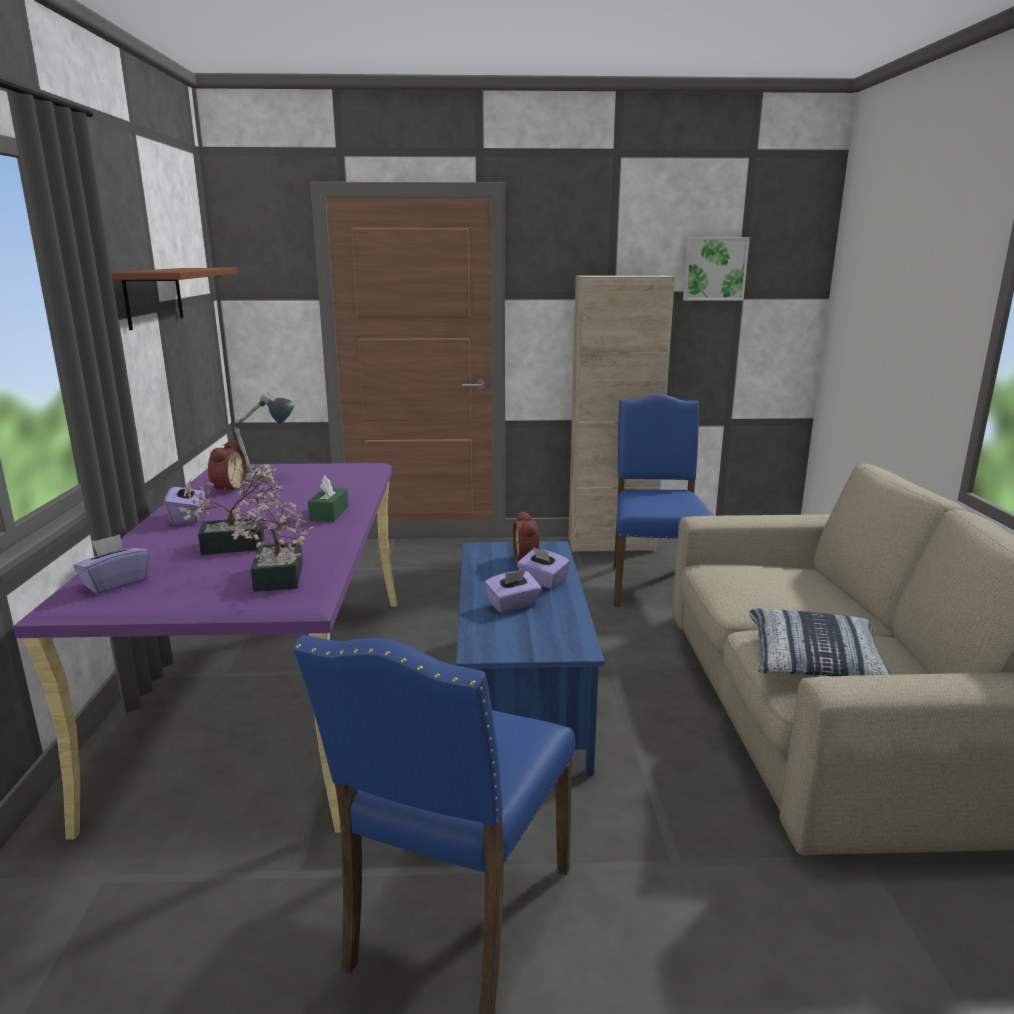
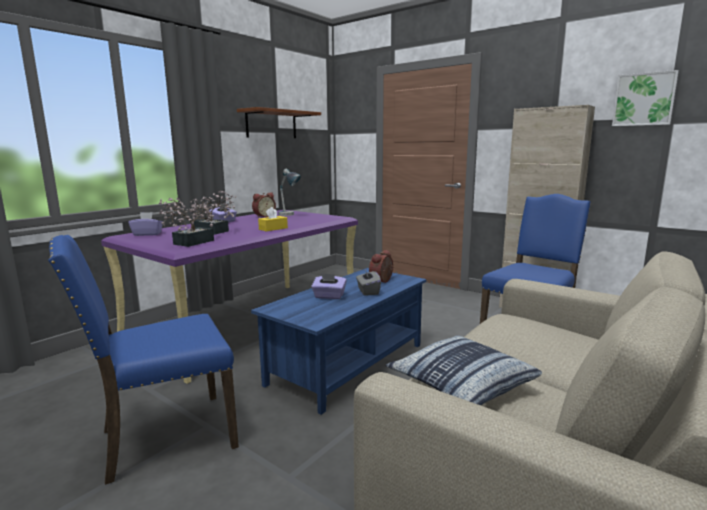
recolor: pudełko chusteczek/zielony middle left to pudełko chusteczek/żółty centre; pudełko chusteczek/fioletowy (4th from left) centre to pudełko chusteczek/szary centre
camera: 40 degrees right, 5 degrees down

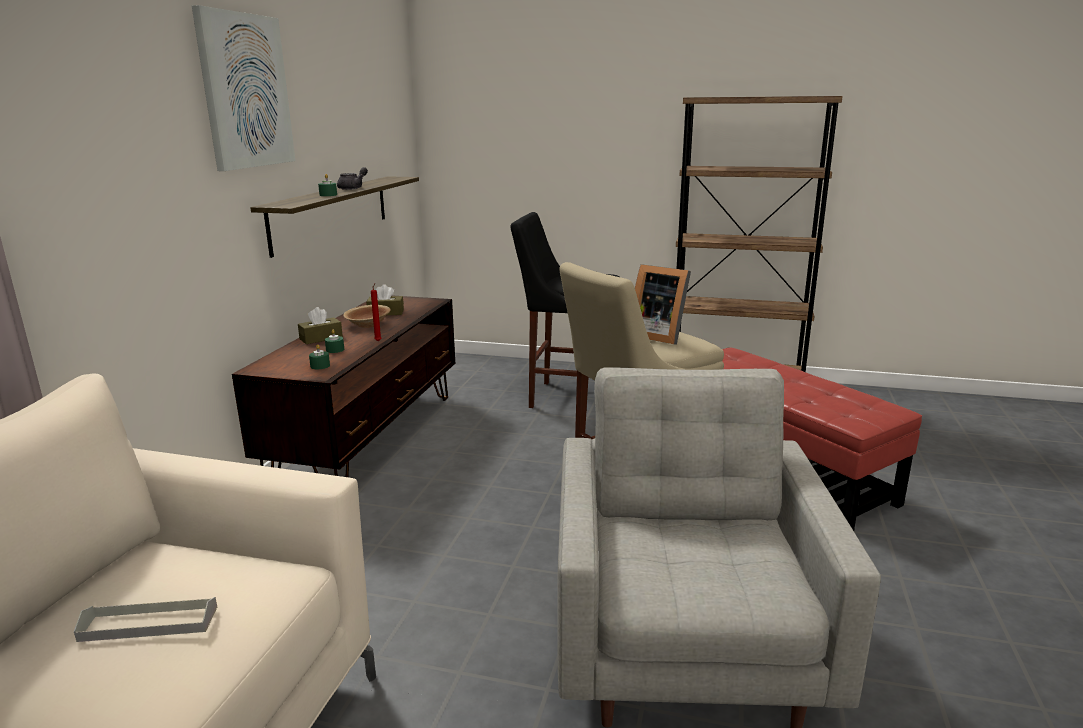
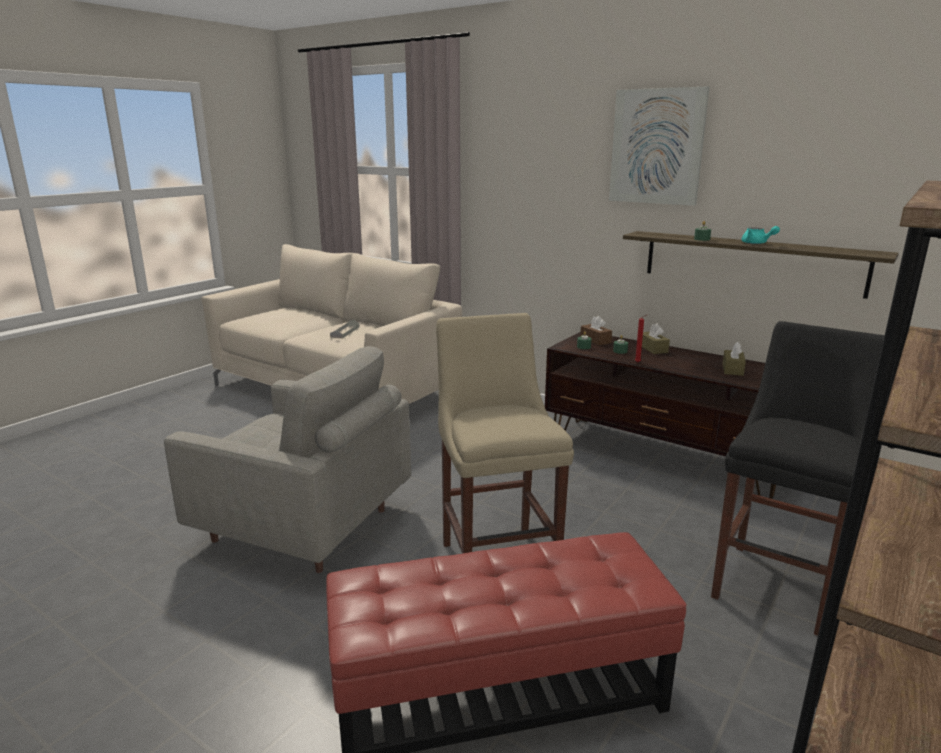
delete: miska/brązowy centre; ramka na zdjęcie centre
insert: pudełko chusteczek/brązowy (1st from left) centre
recolor: imbryk/szary top left to imbryk/turkusowy top right
camera: 110 degrees right, 0 degrees up

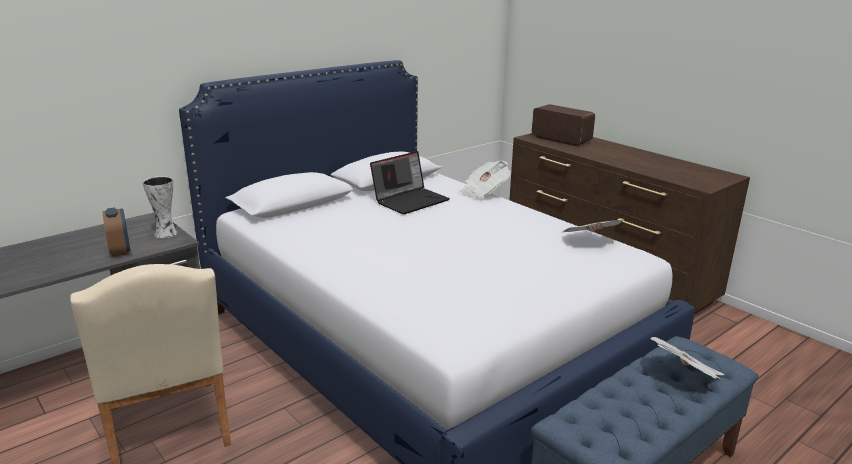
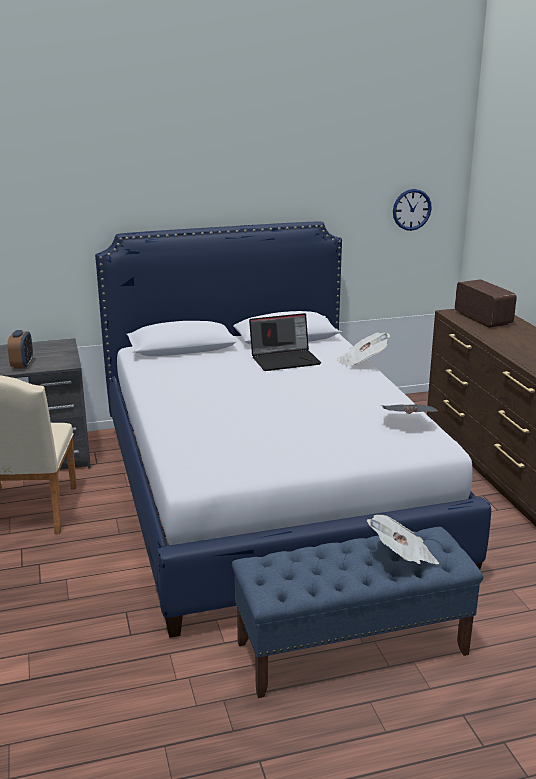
delete: wazon middle left
insert: zegar ścienny top right
camera: 25 degrees right, 0 degrees up

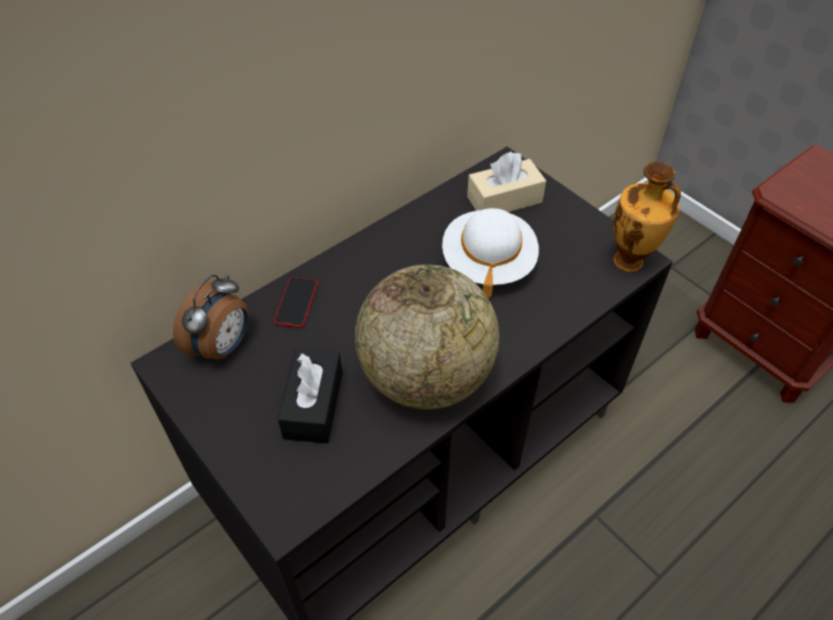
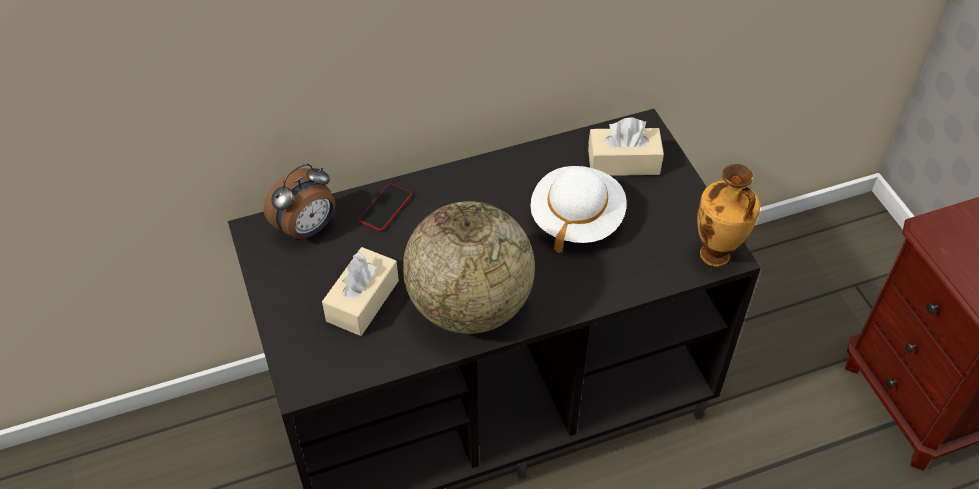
recolor: pudełko chusteczek/czarny centre to pudełko chusteczek/beżowy (1st from left) centre
camera: 20 degrees right, 0 degrees up

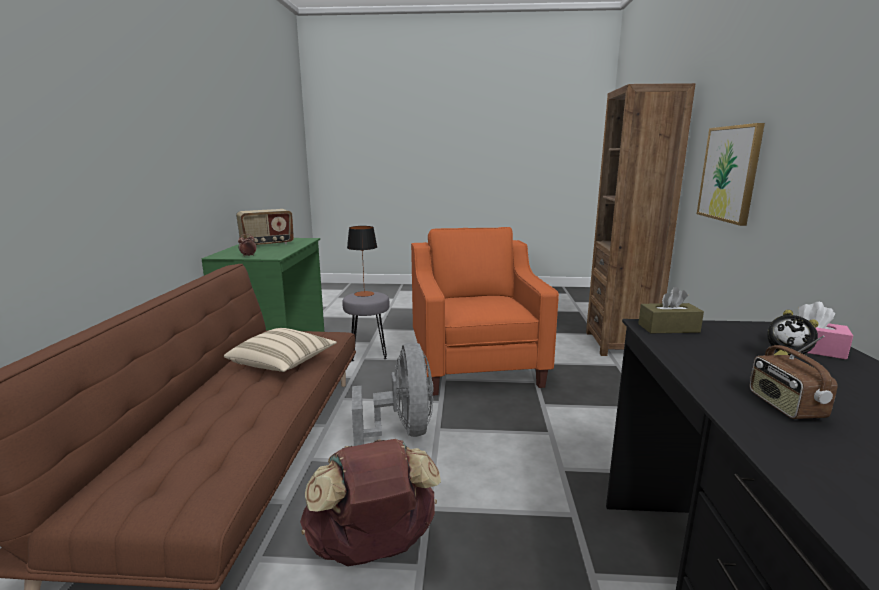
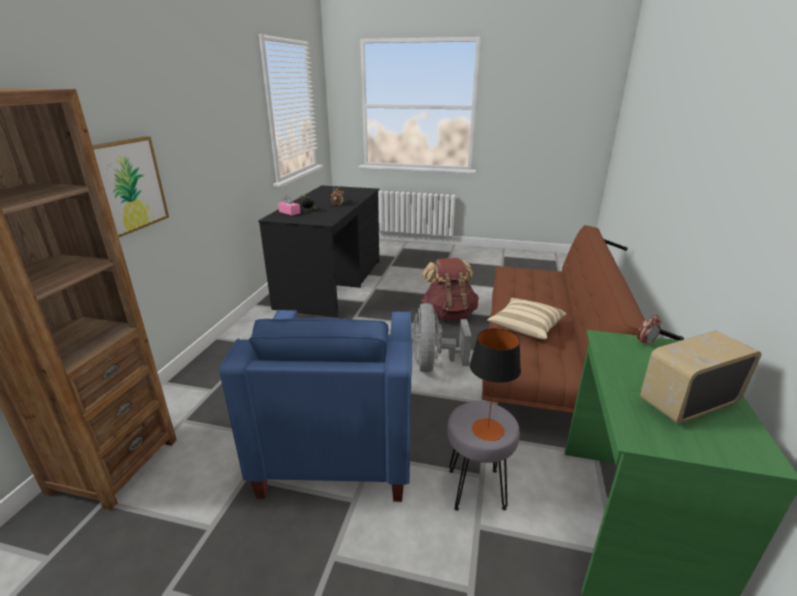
delete: pudełko chusteczek/brązowy middle right
recolor: fotel/pomarańczowy centre to fotel/niebieski bottom centre
camera: 170 degrees left, 10 degrees up

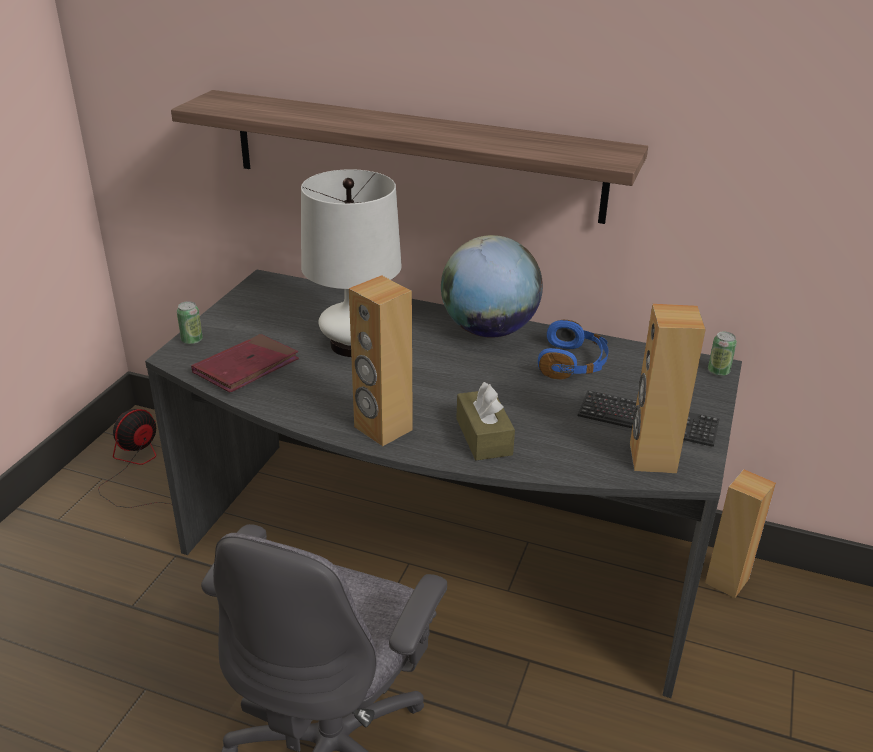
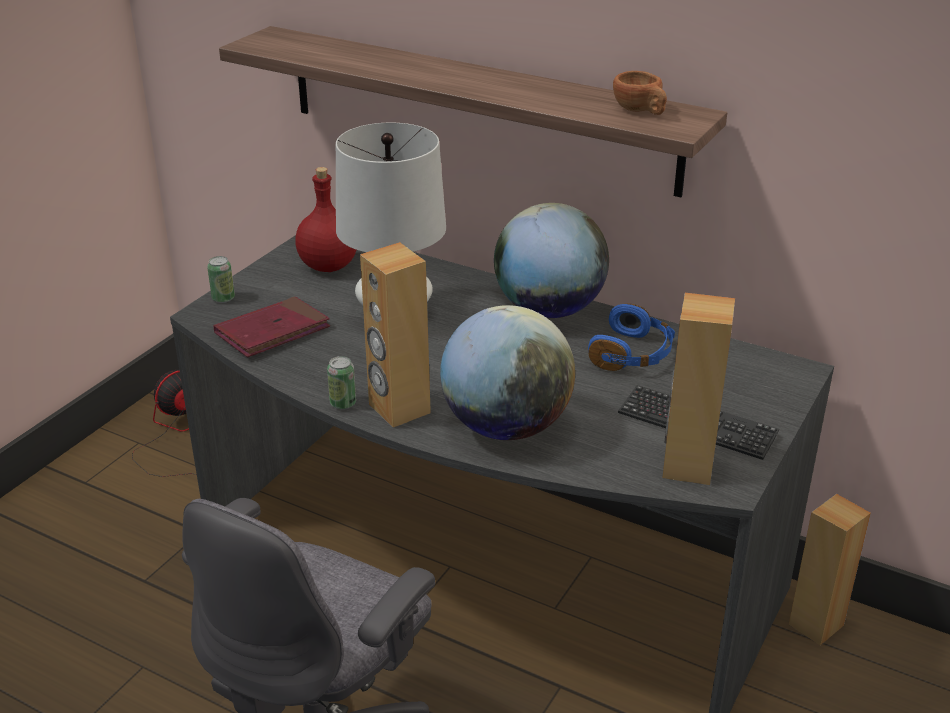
insert: butelka/czerwony top centre; filiżanka/brązowy top right
move: puszka (2nd from left) middle right to centre
replace: pudełko chusteczek/brązowy centre to globus (1st from left) centre
camera: 10 degrees right, 0 degrees up

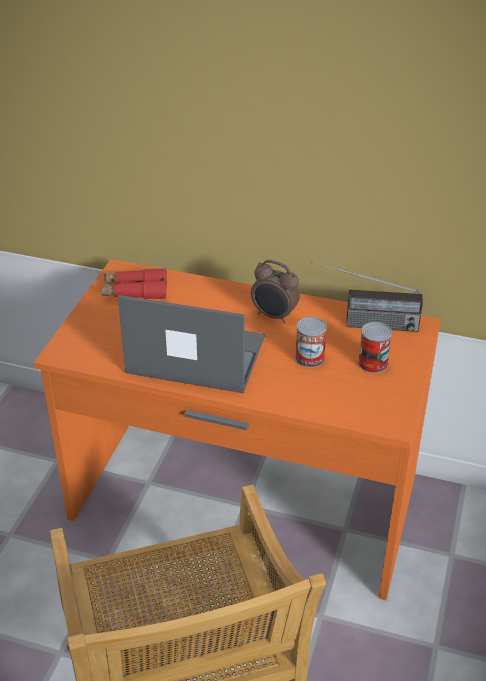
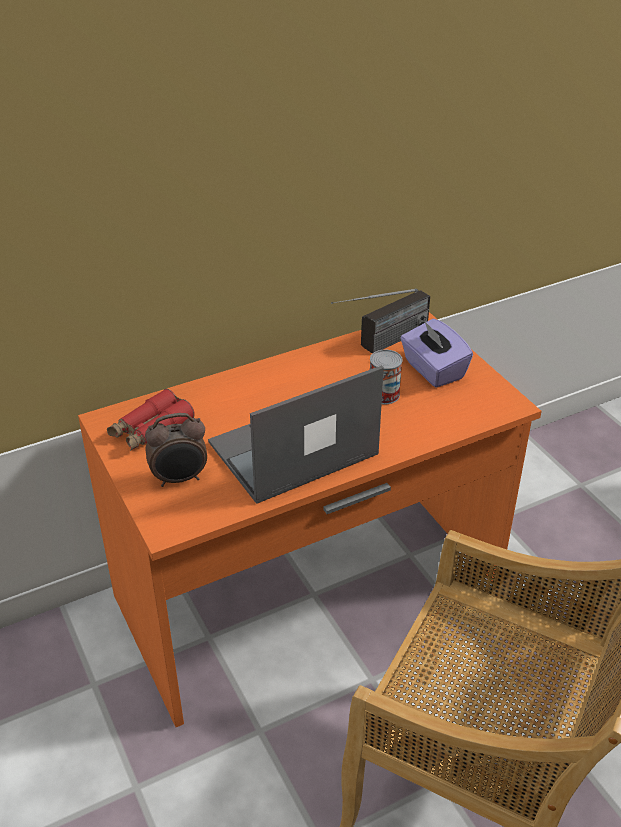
move: budzik centre to middle left
replace: puszka (2nd from left) middle right to pudełko chusteczek/fioletowy middle right
camera: 45 degrees left, 0 degrees up

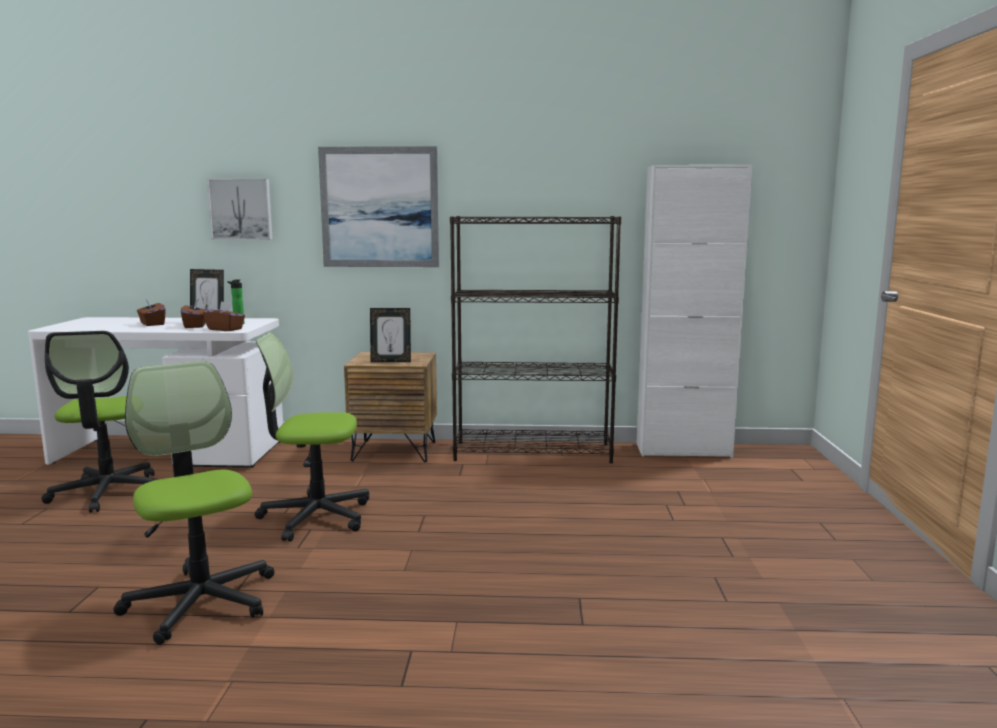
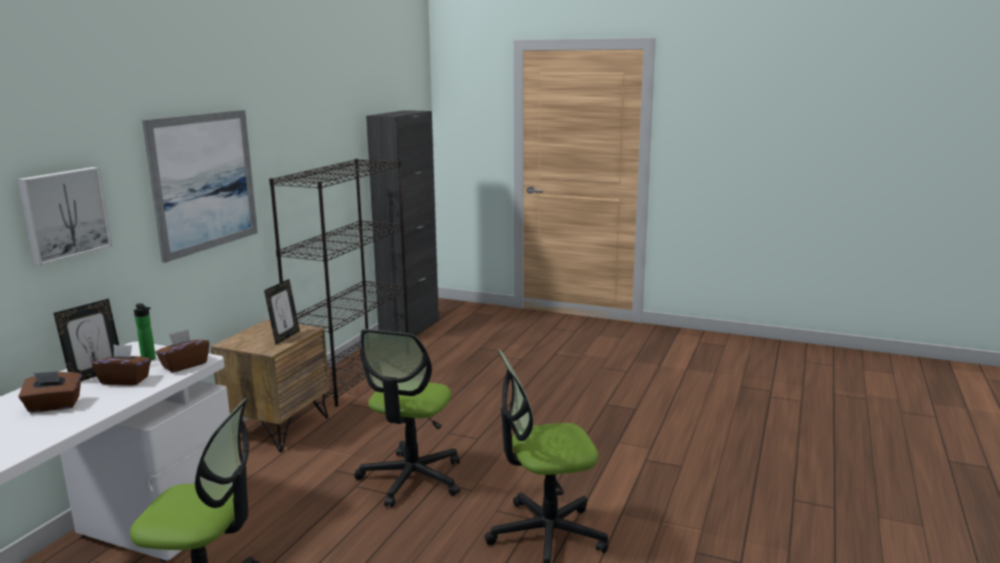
recolor: szafka/biały middle right to szafka/czarny centre
camera: 70 degrees left, 5 degrees up

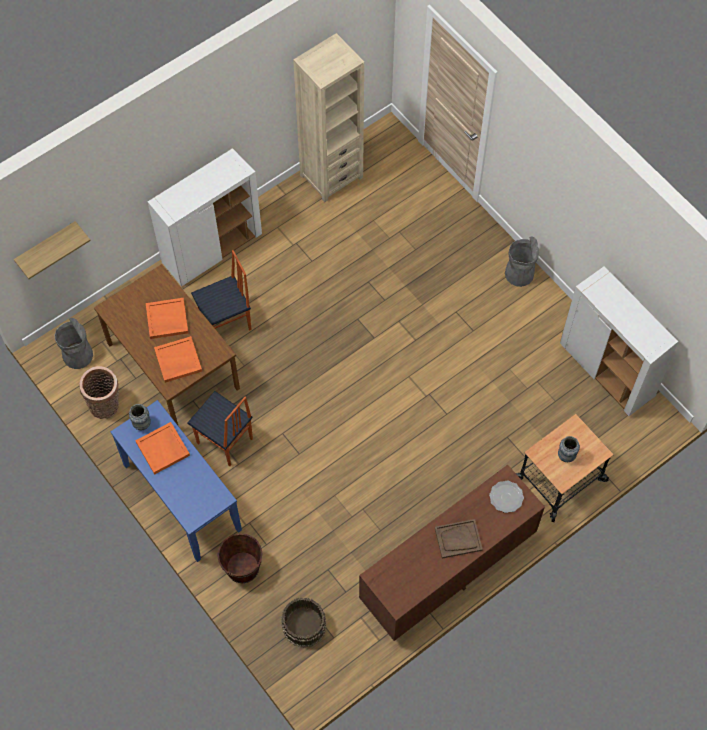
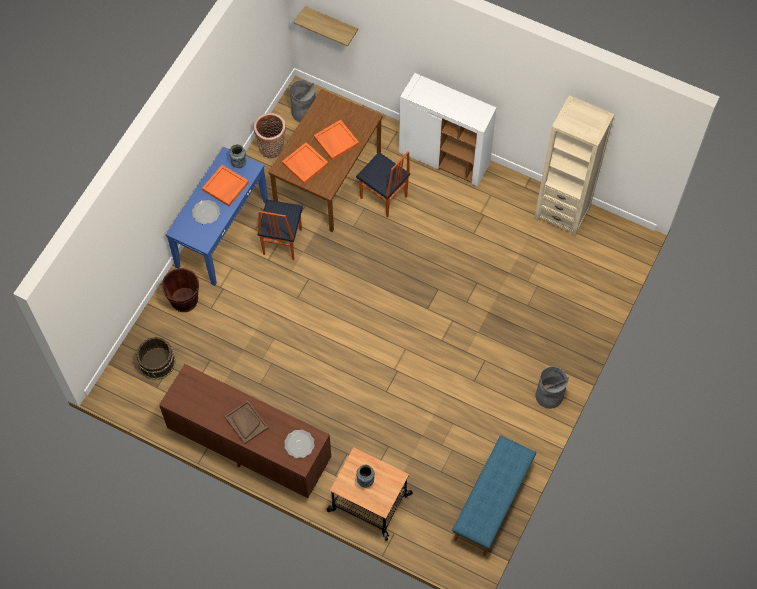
insert: talerz (1st from left) middle left
replace: szafka/biały (2nd from left) middle right to ławka/niebieski bottom centre
camera: 65 degrees right, 0 degrees up

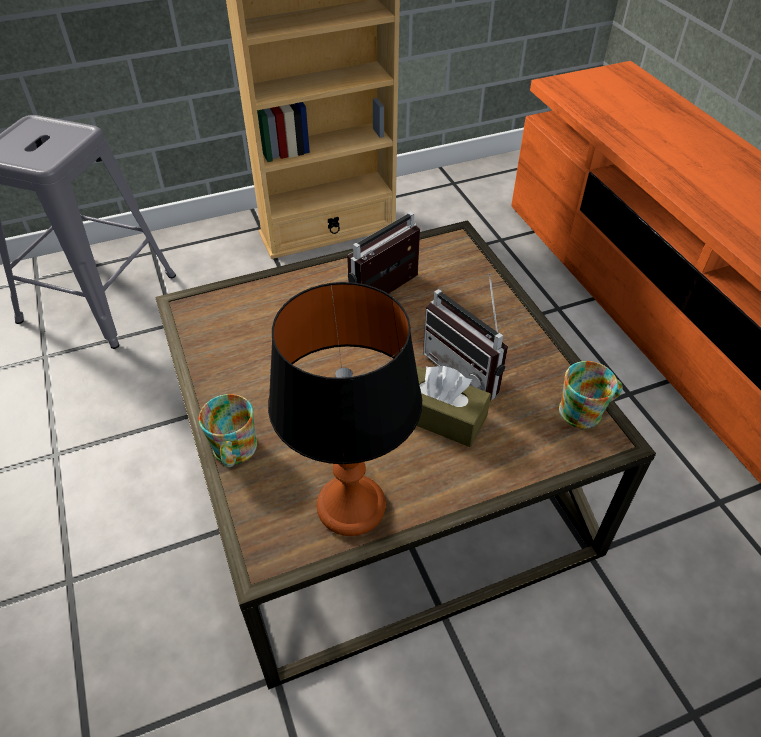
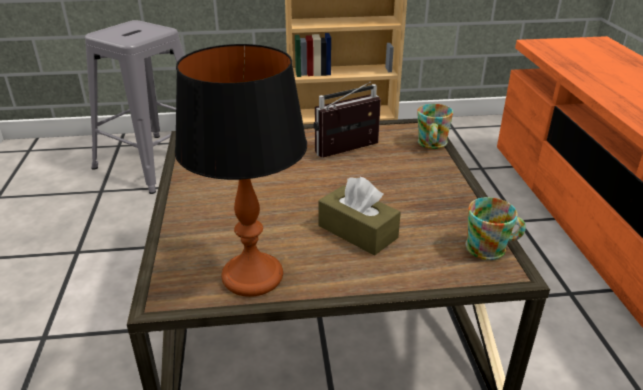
delete: radio (2nd from left) centre
move: kubek (1st from left) middle left to top right
camera: 15 degrees right, 15 degrees down

